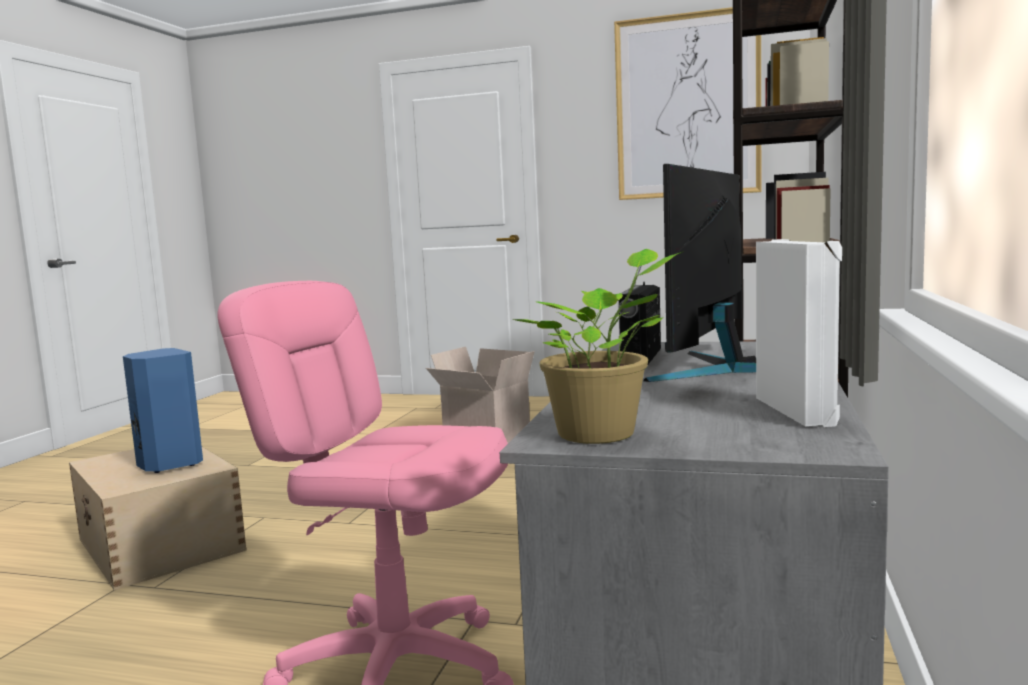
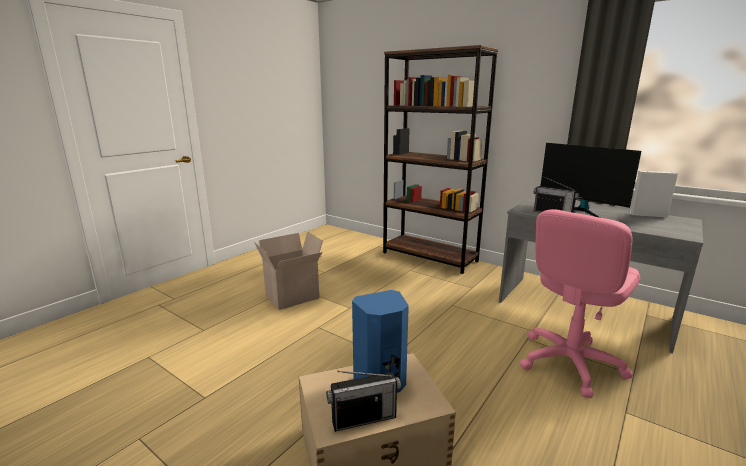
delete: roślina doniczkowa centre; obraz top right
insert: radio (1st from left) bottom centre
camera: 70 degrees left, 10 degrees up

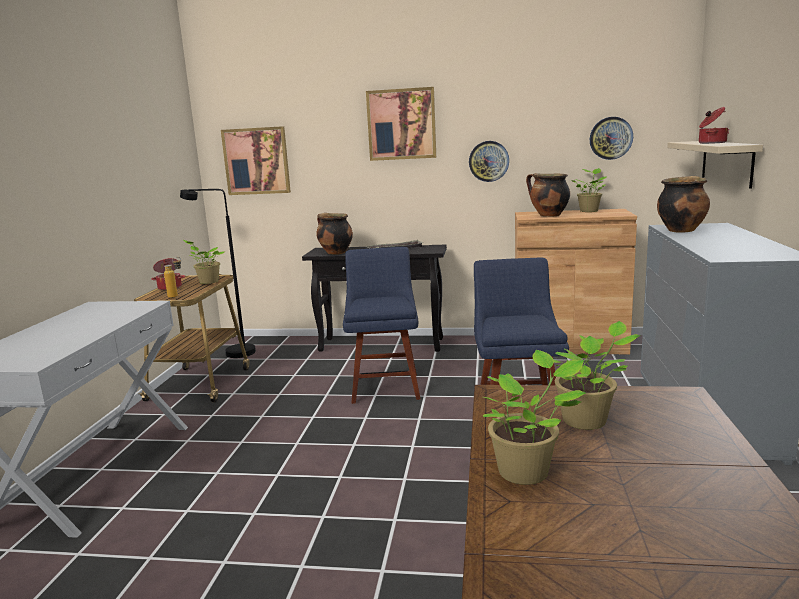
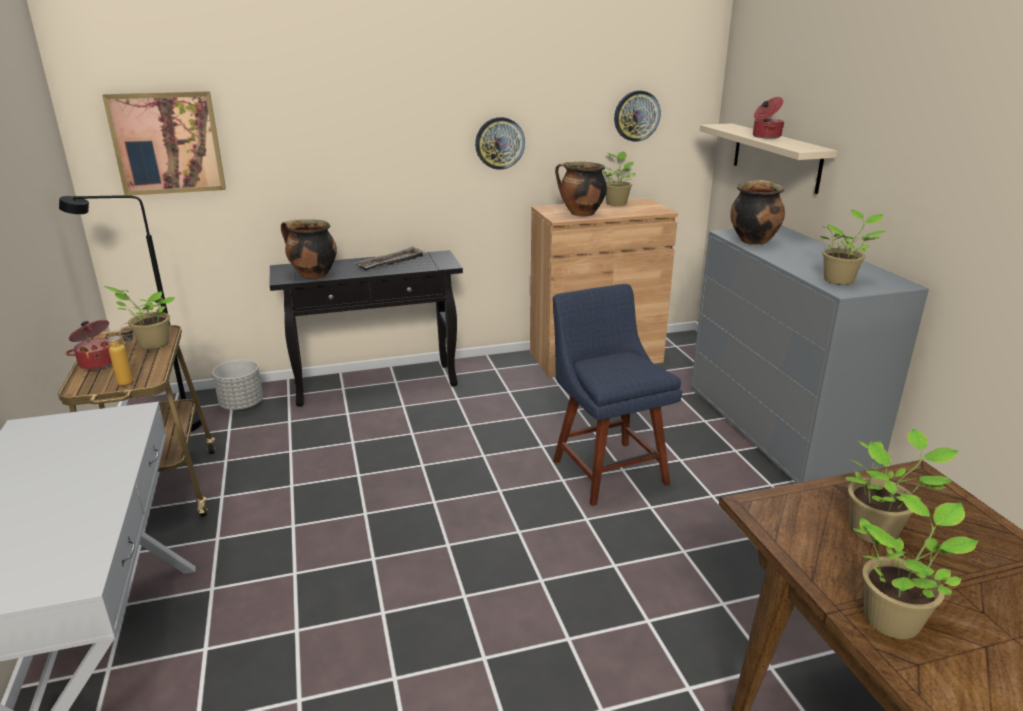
delete: krzesło/niebieski (1st from left) centre; obraz (2nd from left) top centre
insert: donica/szary middle left; roślina doniczkowa (3rd from left) middle right
camera: 25 degrees left, 10 degrees up

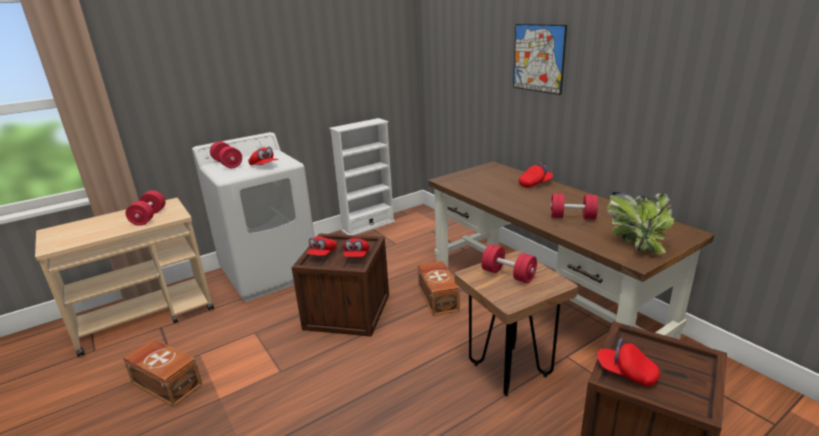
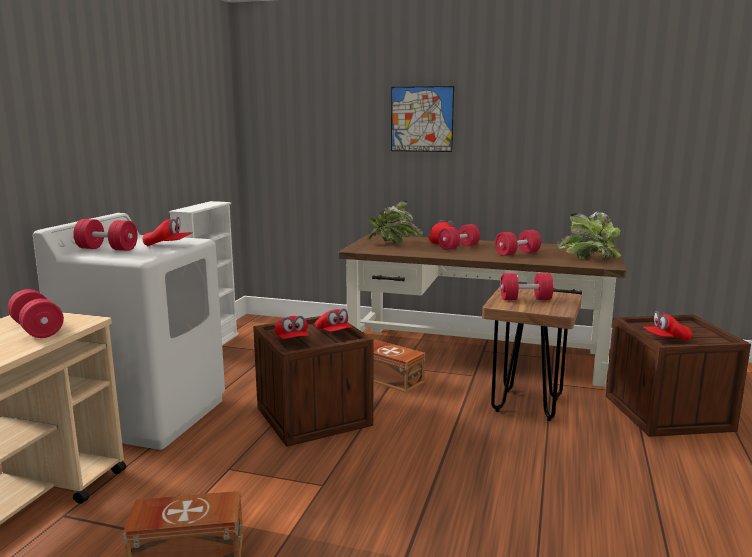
insert: roślina doniczkowa (1st from left) centre; hantel/czerwony (3rd from left) centre
camera: 40 degrees left, 10 degrees down

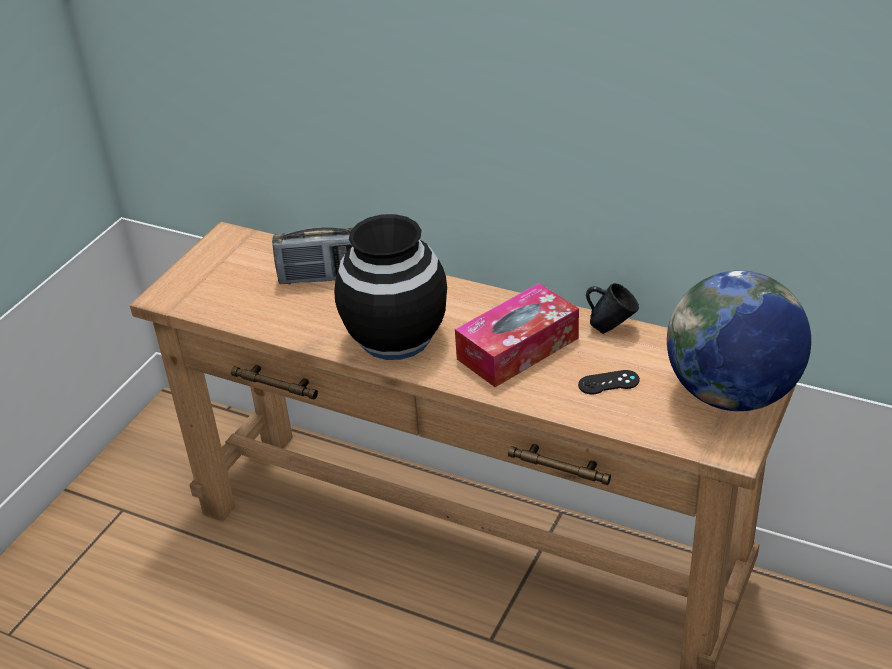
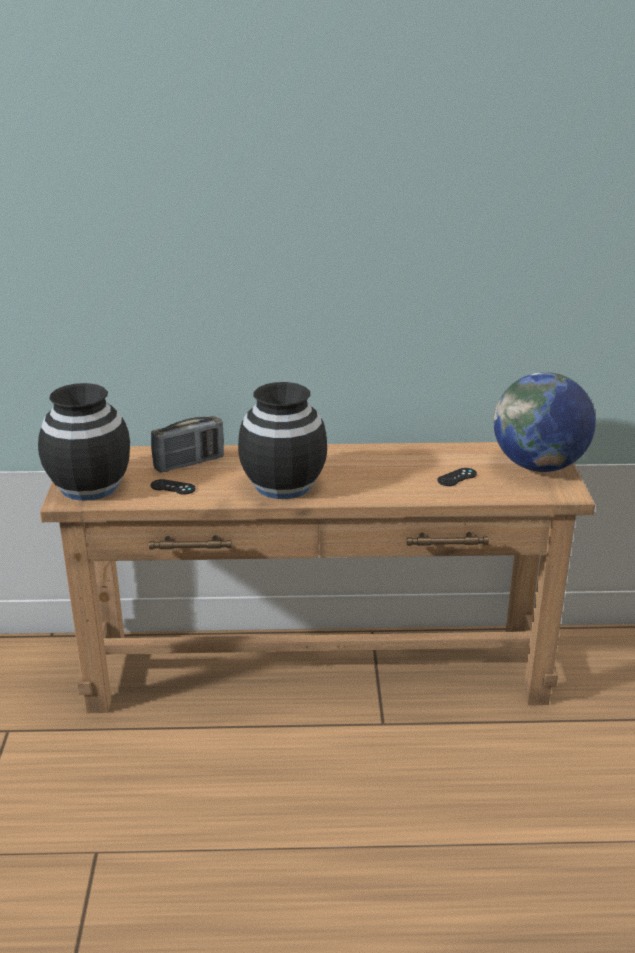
delete: pudełko chusteczek centre; kubek/niebieski middle right
insert: wazon/czarny (1st from left) middle left; pad do gier/czarny (1st from left) middle left
camera: 30 degrees left, 10 degrees down

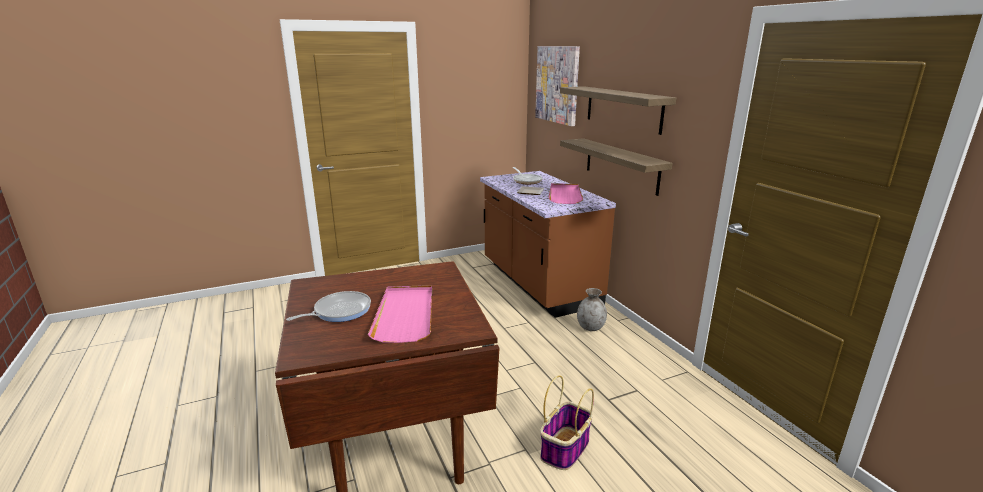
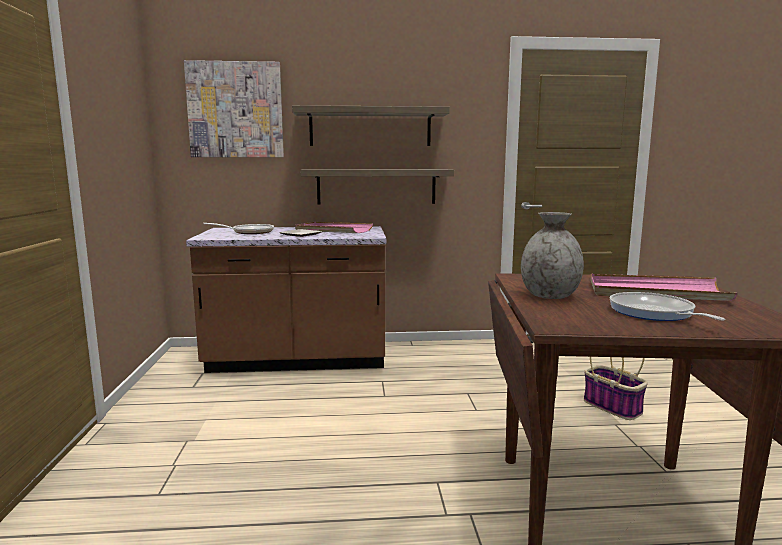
move: wazon/szary centre to middle right
camera: 70 degrees left, 10 degrees down

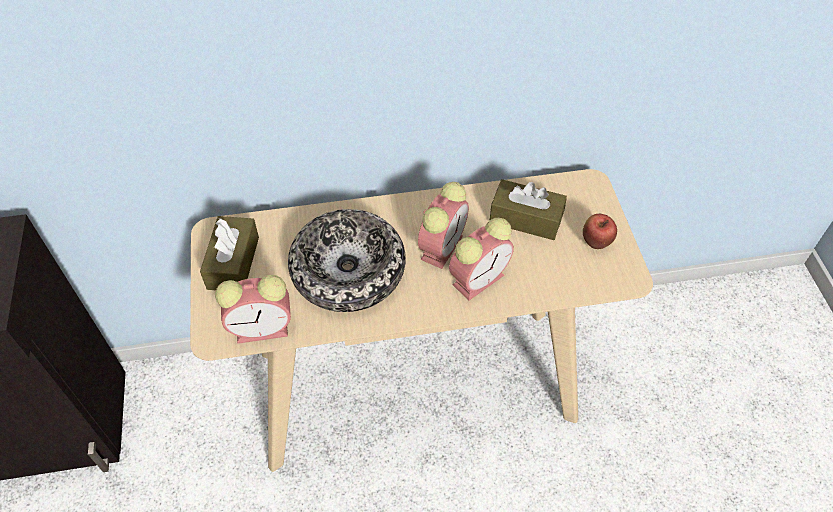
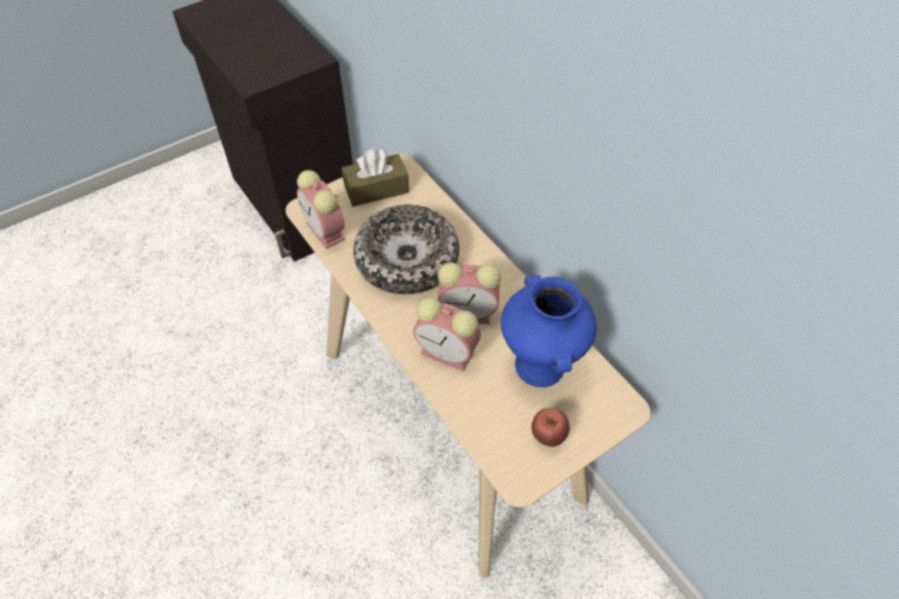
replace: pudełko chusteczek/brązowy (2nd from left) centre to wazon/niebieski centre
camera: 65 degrees right, 0 degrees up

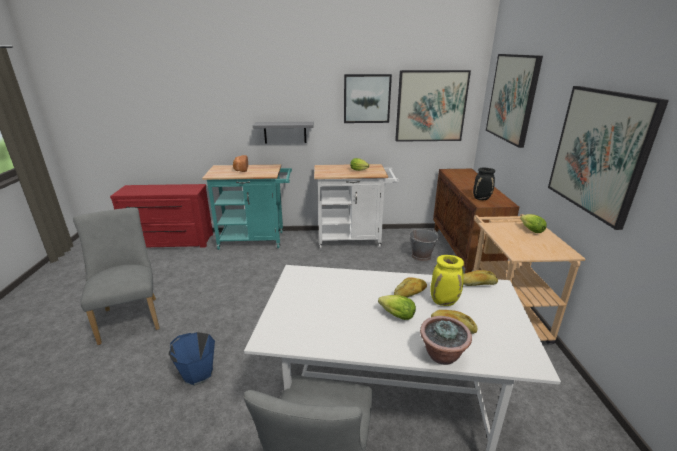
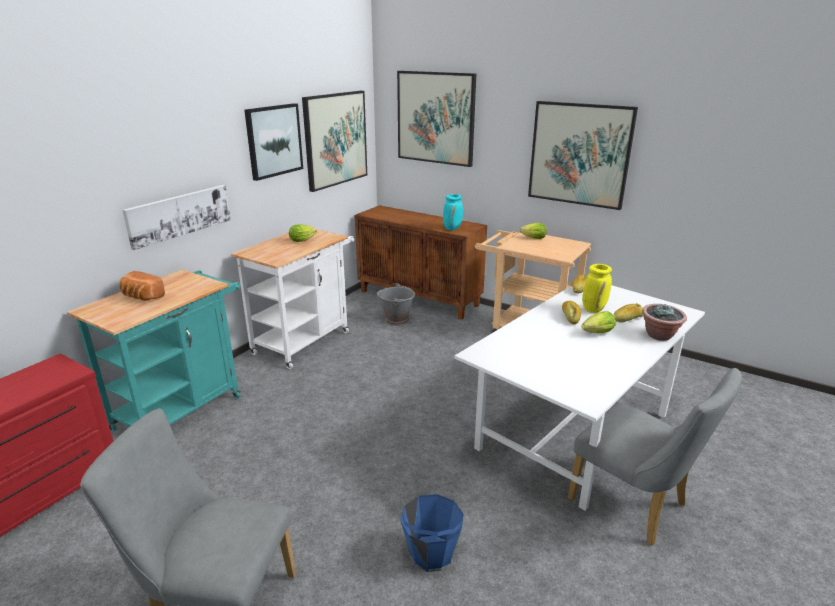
replace: półka/szary top centre to obraz (1st from left) middle left
recolor: wazon/czarny middle right to wazon/turkusowy centre
camera: 55 degrees left, 0 degrees up

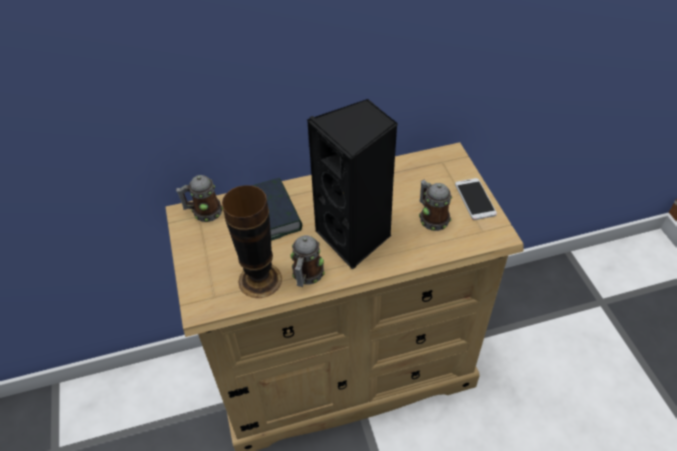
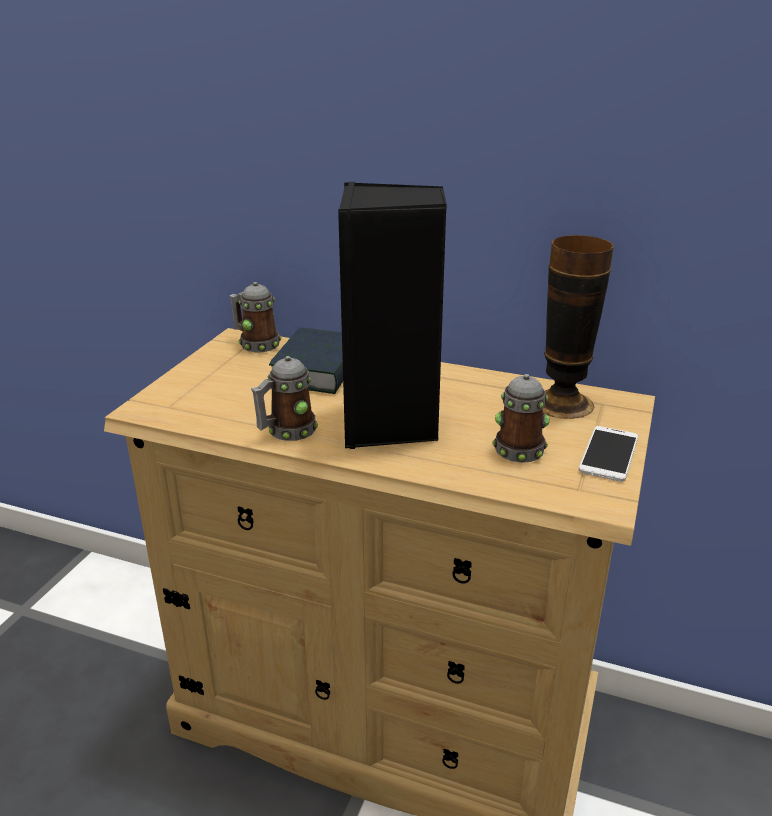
move: wazon centre to middle right
camera: 35 degrees right, 20 degrees down

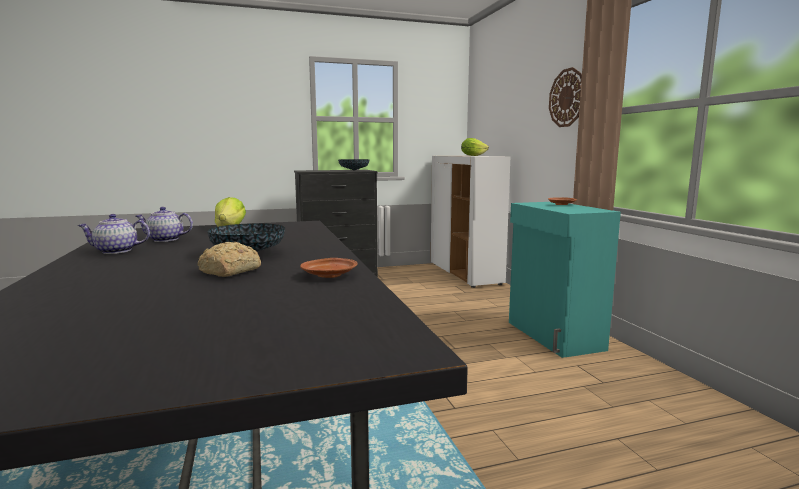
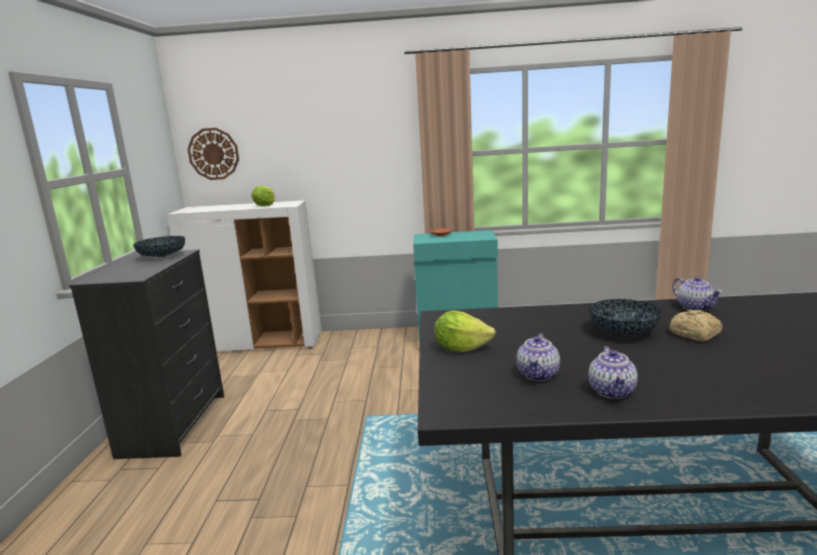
move: zegar ścienny top right to top left
replace: talerz/brązowy (1st from left) centre to imbryk (3rd from left) middle right
camera: 70 degrees left, 5 degrees up

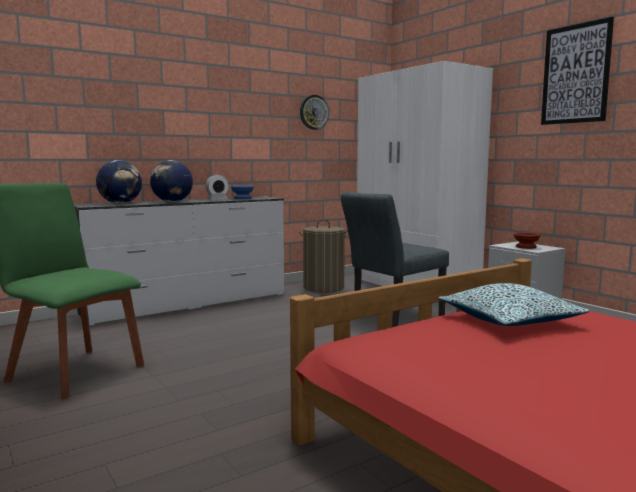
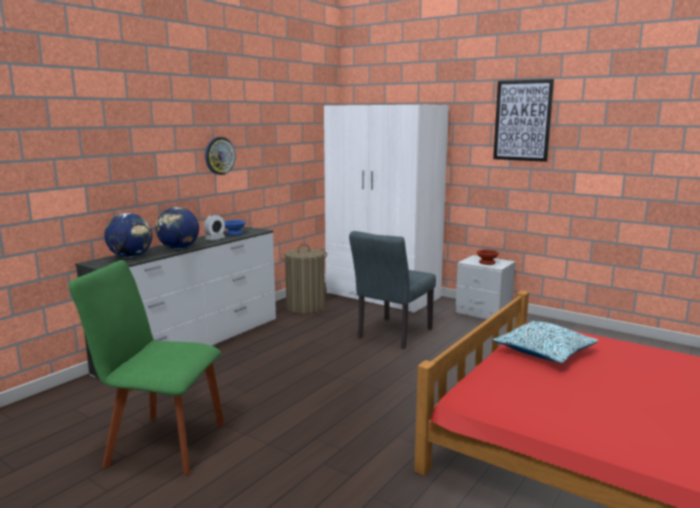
move: zegar ścienny top centre to top left
camera: 20 degrees left, 5 degrees up

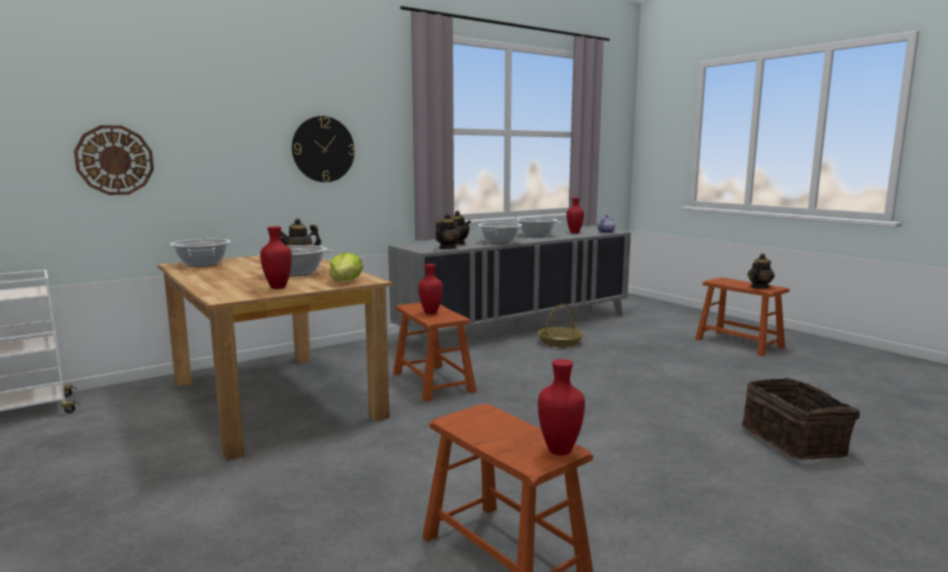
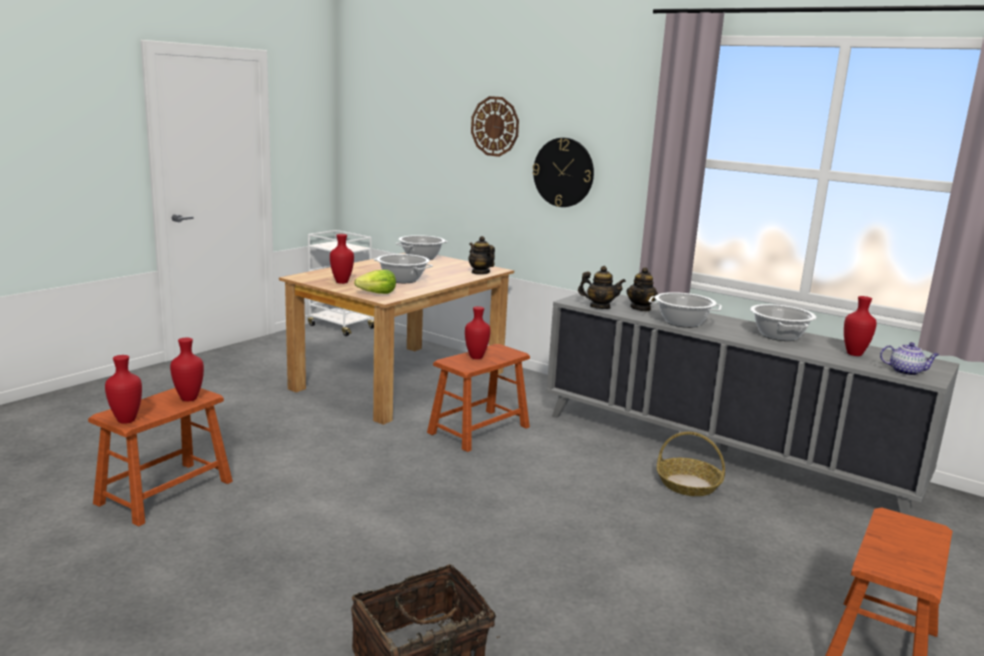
delete: imbryk (5th from left) middle right
insert: wazon/czerwony (2nd from left) middle left
move: zegar ścienny (1st from left) top left to top centre
camera: 70 degrees right, 5 degrees up

